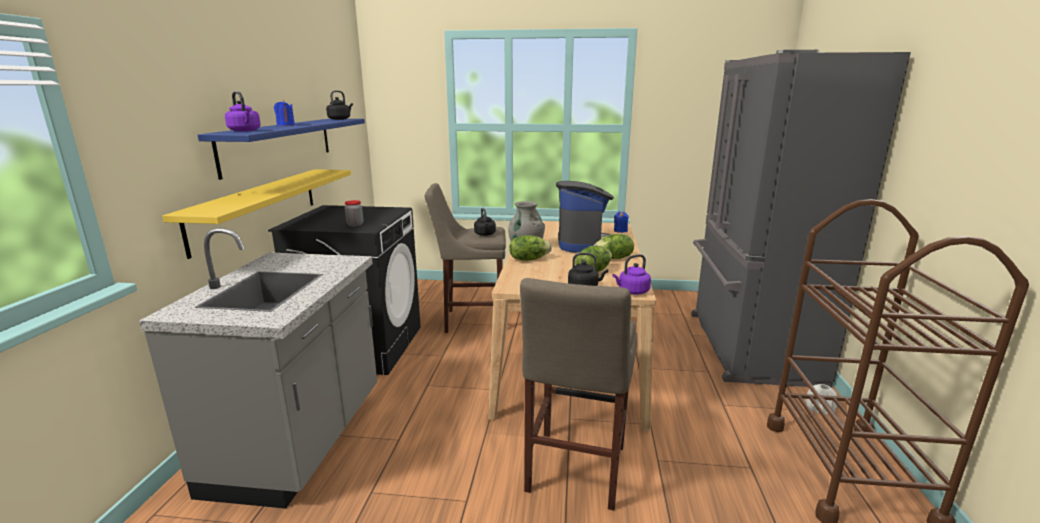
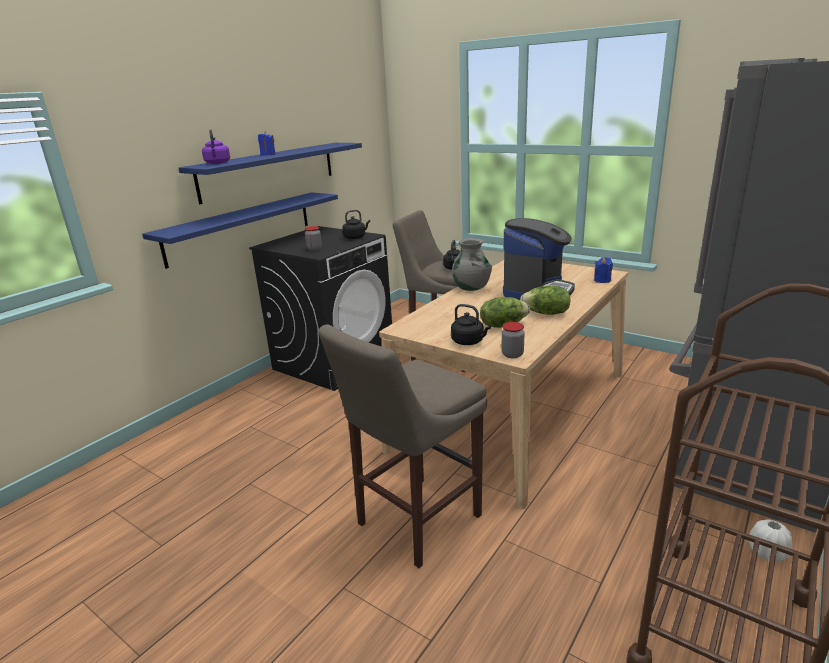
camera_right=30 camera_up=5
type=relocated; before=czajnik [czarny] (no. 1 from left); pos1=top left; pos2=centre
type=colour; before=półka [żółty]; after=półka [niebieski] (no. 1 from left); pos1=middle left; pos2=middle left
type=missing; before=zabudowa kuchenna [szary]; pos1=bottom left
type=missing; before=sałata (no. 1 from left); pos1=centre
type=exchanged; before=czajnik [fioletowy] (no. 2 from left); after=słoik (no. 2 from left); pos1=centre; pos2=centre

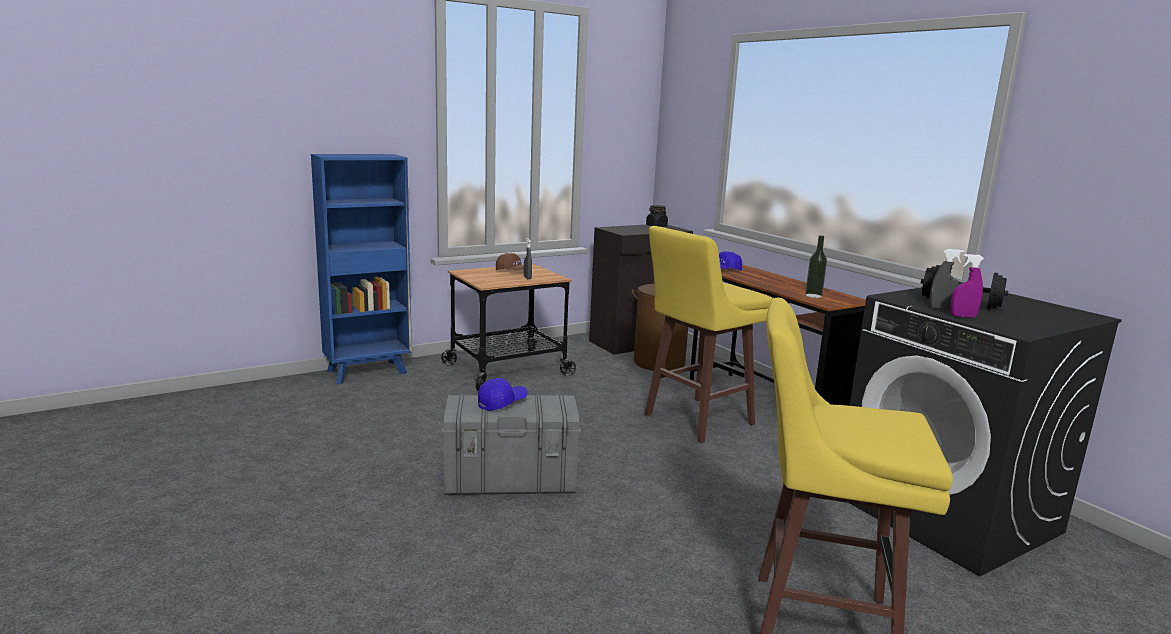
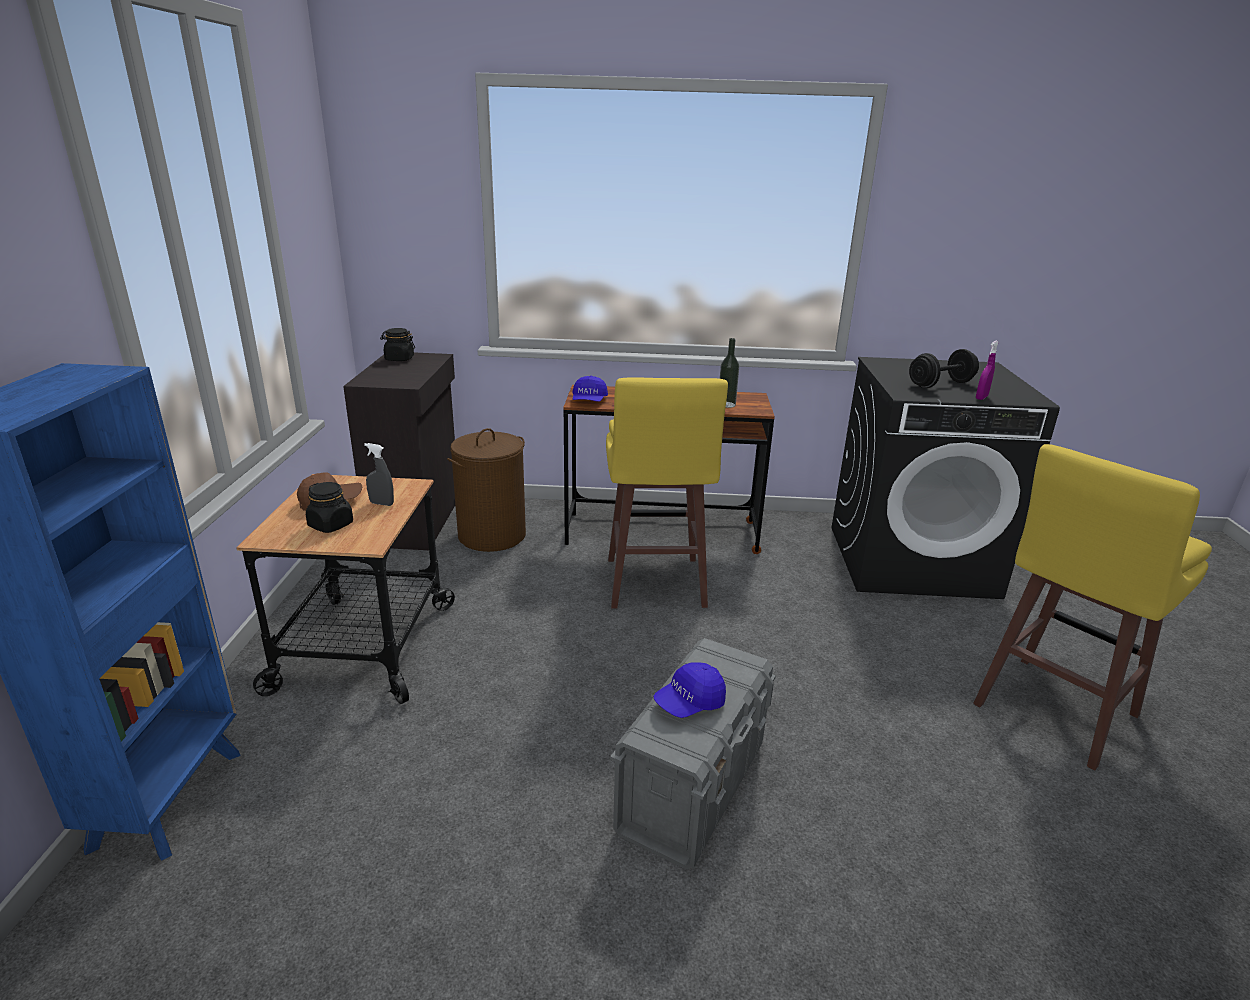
camera_right=-55 camera_up=10
type=missing; before=spryskiwacz [szary] (no. 2 from left); pos1=middle right
type=spun; before=czapka z daszkiem [niebieski] (no. 1 from left in the first image); pos1=centre; pos2=bottom centre; turn=-120
type=appeared; after=słoik [czarny] (no. 1 from left); pos2=middle left

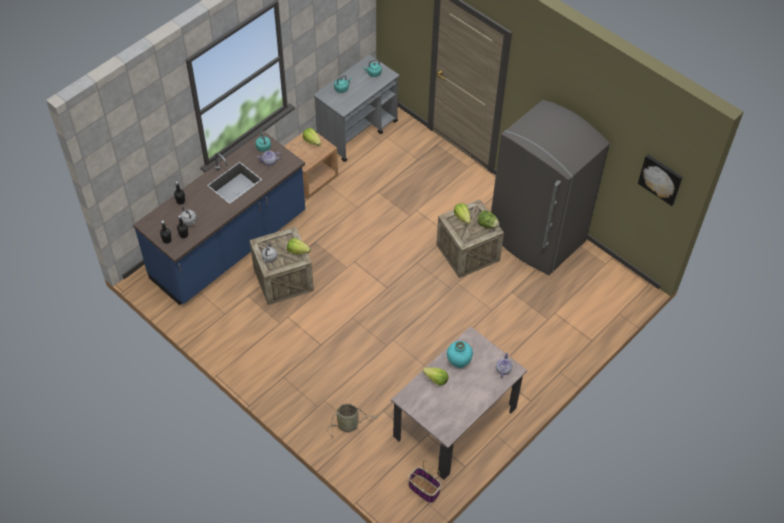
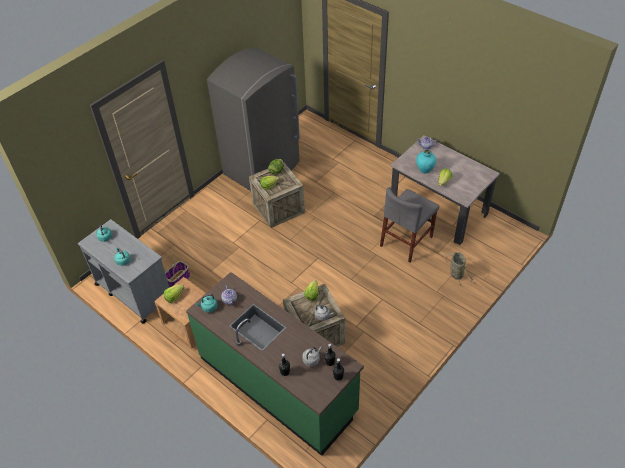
camera_right=-90 camera_up=-5
type=colour; before=zabudowa kuchenna [niebieski]; after=zabudowa kuchenna [zielony]; pos1=middle left; pos2=bottom centre
type=missing; before=obraz; pos1=middle right
type=relocated; before=koszyk (no. 2 from left in the first image); after=koszyk (no. 1 from left); pos1=bottom centre; pos2=middle left
type=appeared; after=krzesło [szary]; pos2=centre

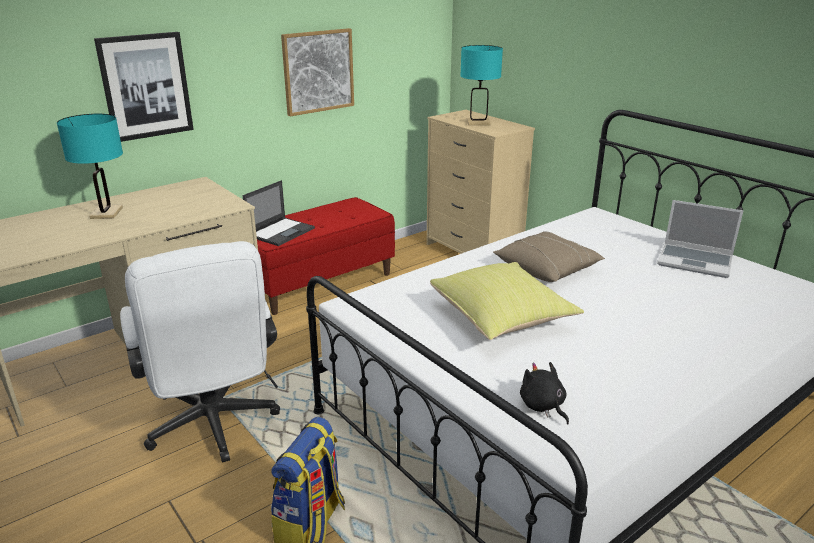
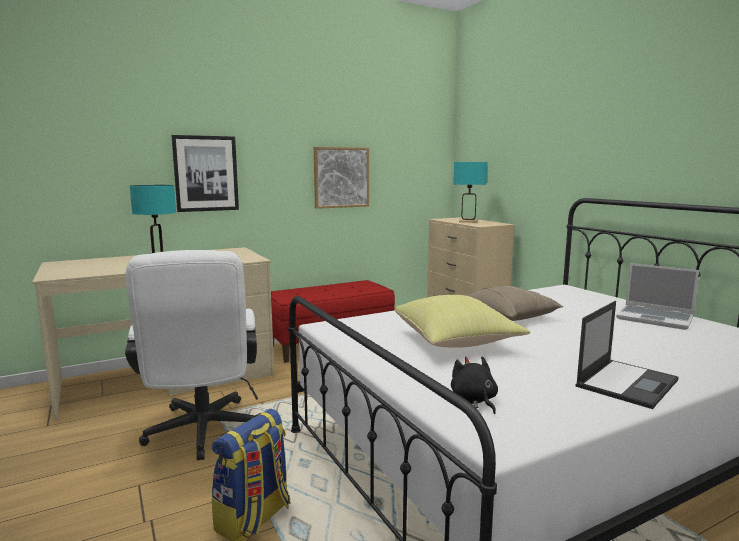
camera_right=10 camera_up=-15
type=relocated; before=laptop (no. 1 from left); pos1=centre; pos2=middle right

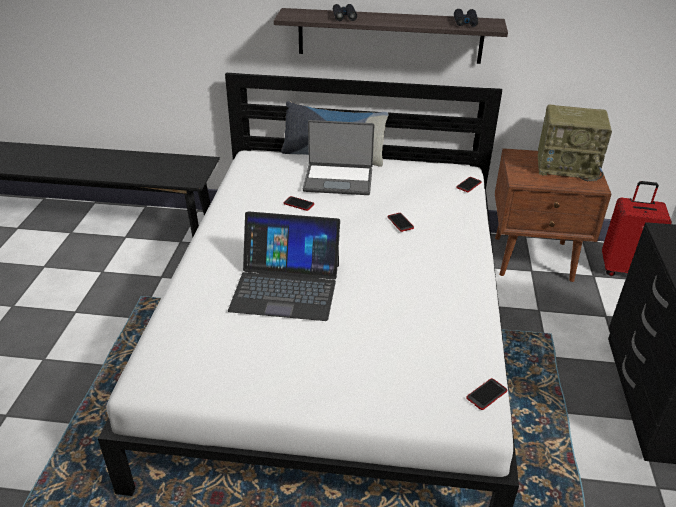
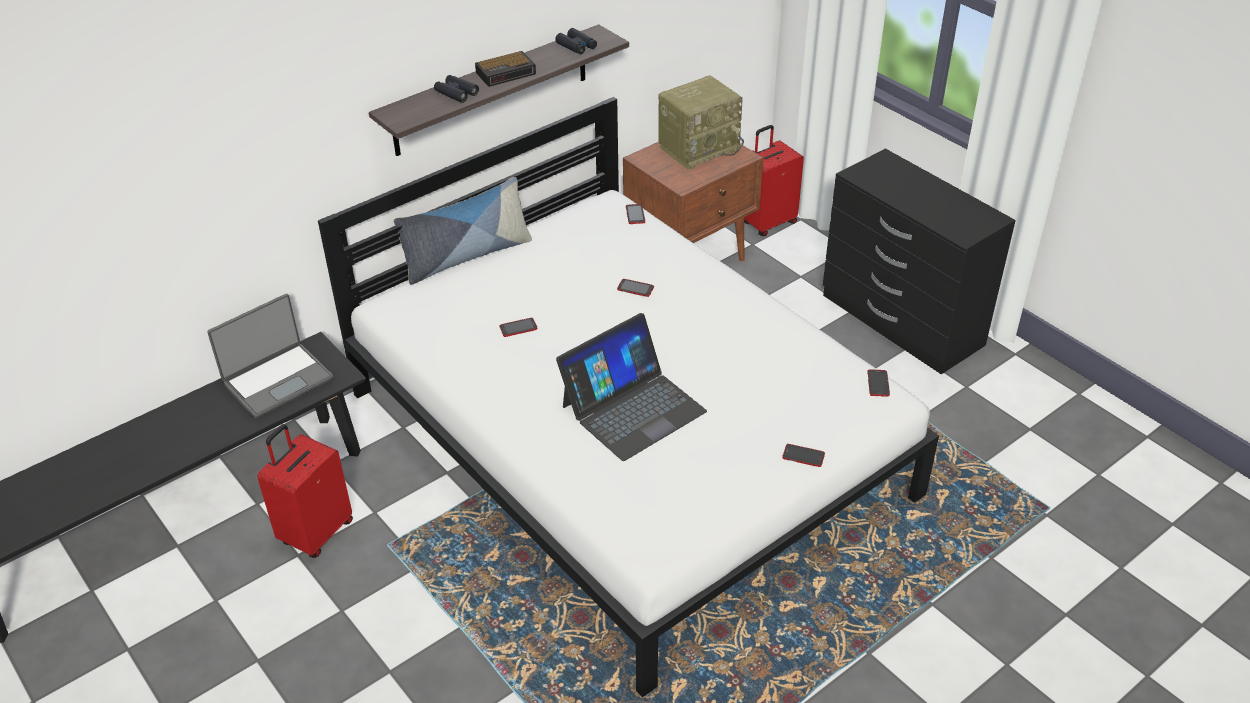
camera_right=-45 camera_up=5
type=relocated; before=laptop (no. 2 from left in the first image); after=laptop (no. 1 from left); pos1=top centre; pos2=middle left
type=appeared; after=budzik; pos2=top centre
type=appeared; after=walizka [czerwony] (no. 1 from left); pos2=bottom left
type=appeared; after=telefon (no. 4 from left); pos2=centre

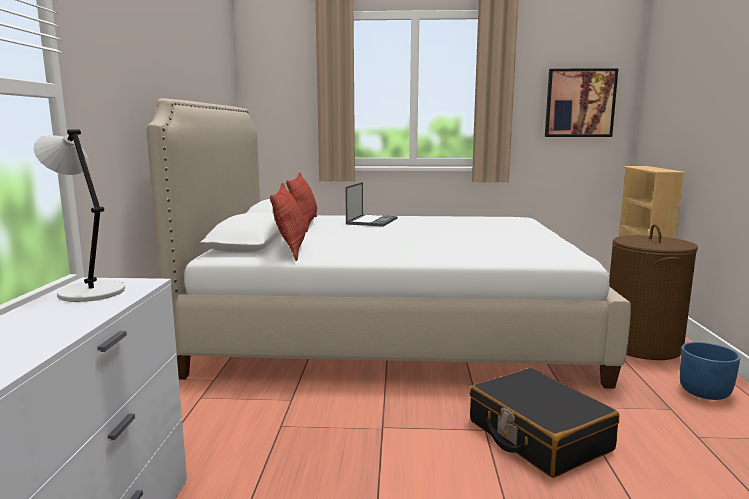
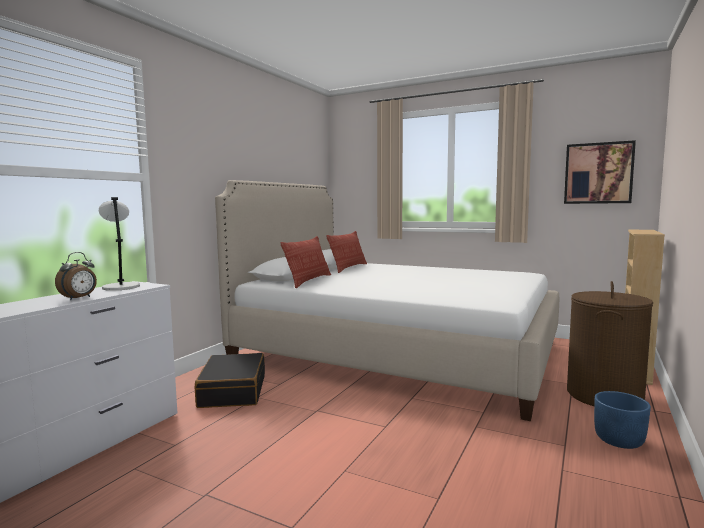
camera_right=25 camera_up=-5
type=missing; before=laptop; pos1=centre
type=relocated; before=walizka [czarny]; pos1=bottom right; pos2=bottom left
type=appeared; after=budzik; pos2=middle left

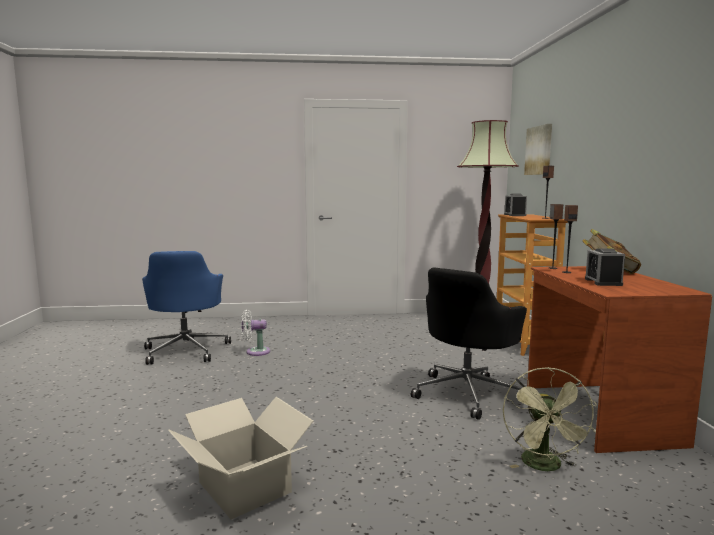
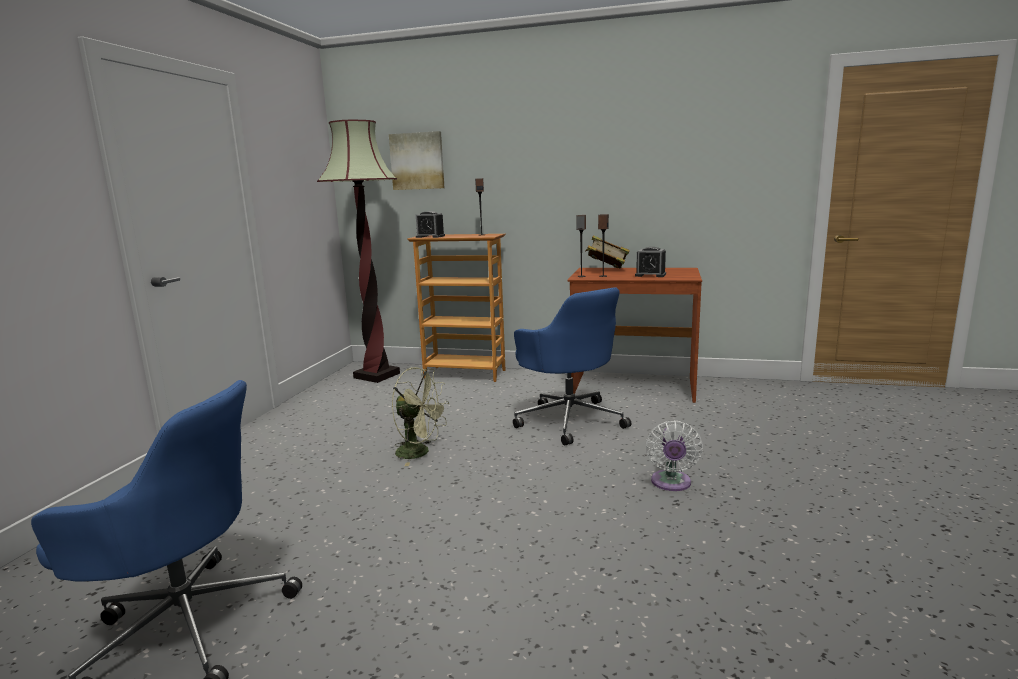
camera_right=-70 camera_up=5
type=colour; before=krzesło biurowe [czarny]; after=krzesło biurowe [niebieski] (no. 2 from left); pos1=centre; pos2=centre
type=relocated; before=wentylator [biały]; pos1=centre; pos2=bottom centre
type=relocated; before=wentylator [zielony]; pos1=bottom right; pos2=centre
type=missing; before=karton; pos1=bottom centre

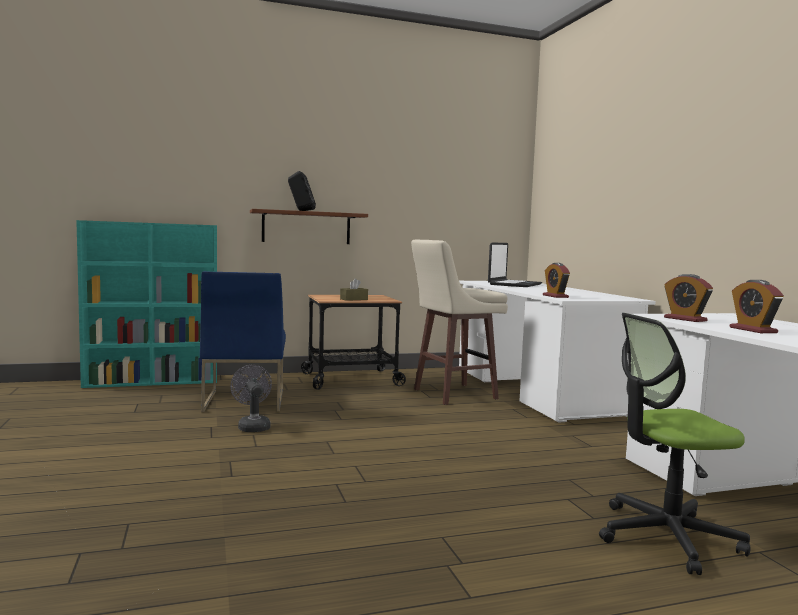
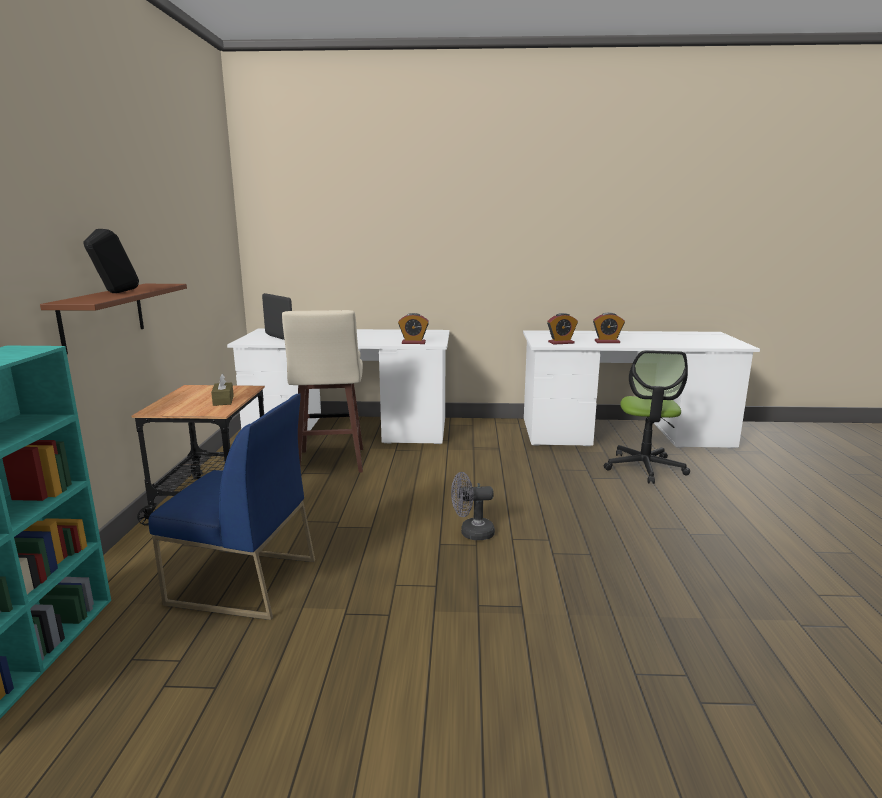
camera_right=-70 camera_up=10
type=relocated; before=wentylator [szary]; pos1=middle left; pos2=centre

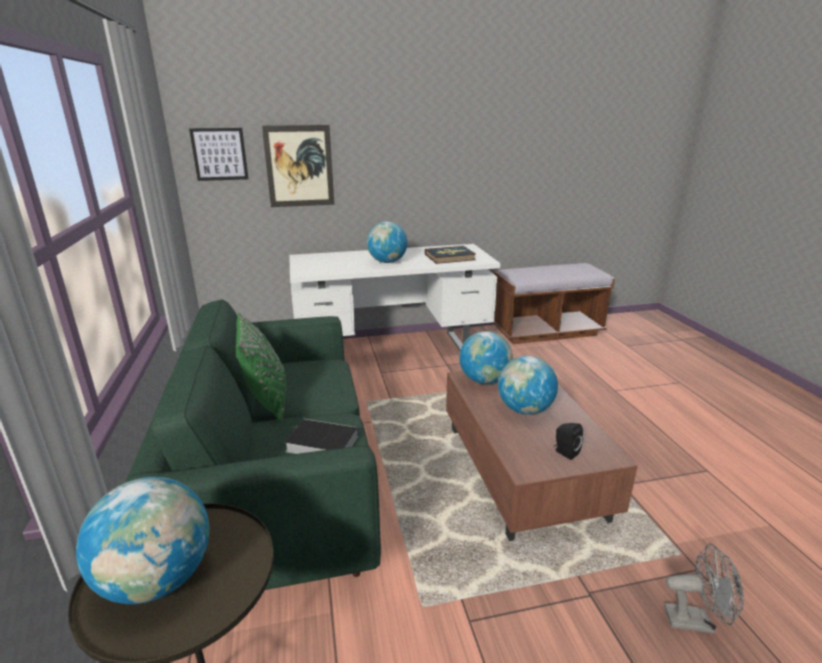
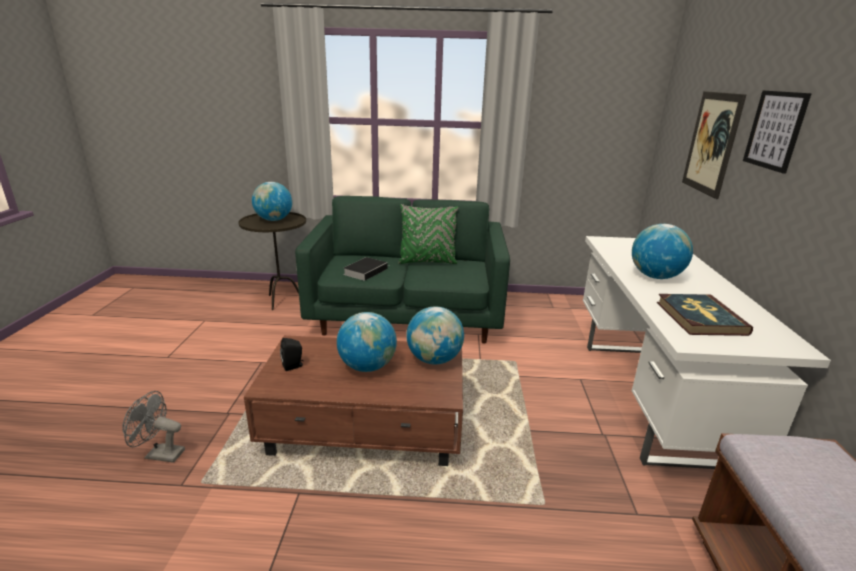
camera_right=105 camera_up=0
type=relocated; before=obraz (no. 1 from left in the first image); after=obraz (no. 2 from left); pos1=top left; pos2=top right
type=spun; before=wentylator [szary]; pos1=bottom right; pos2=bottom left; turn=75

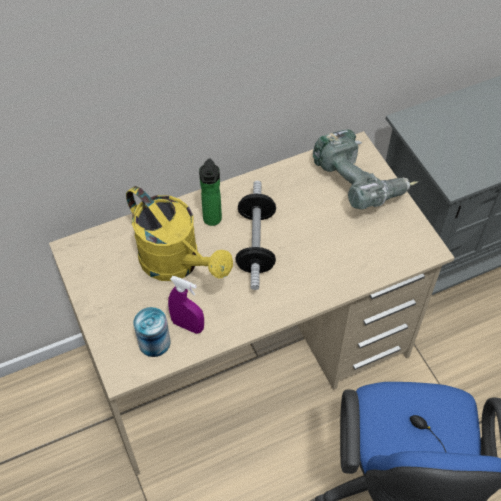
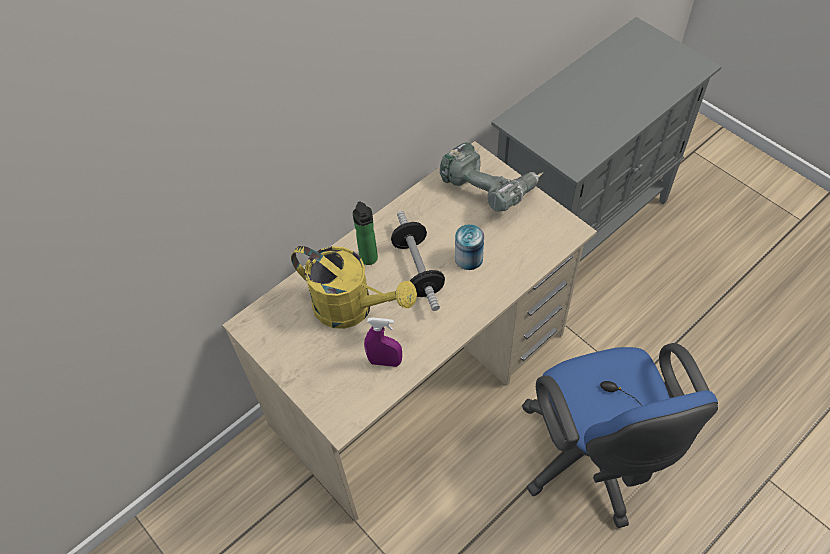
camera_right=-15 camera_up=0
type=relocated; before=puszka; pos1=middle left; pos2=centre

